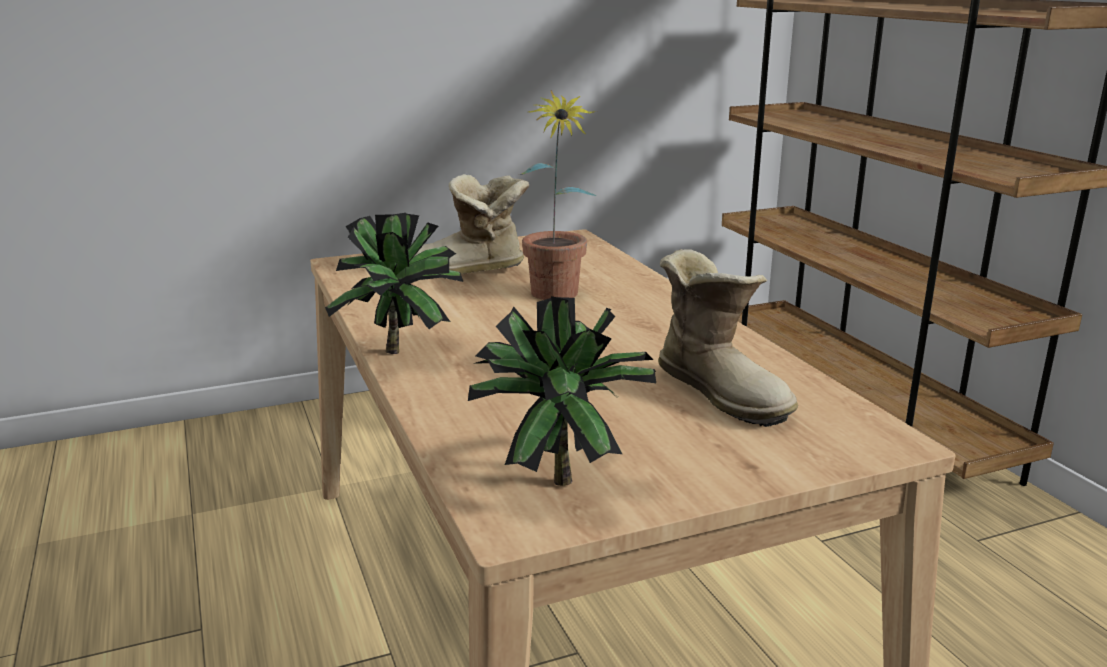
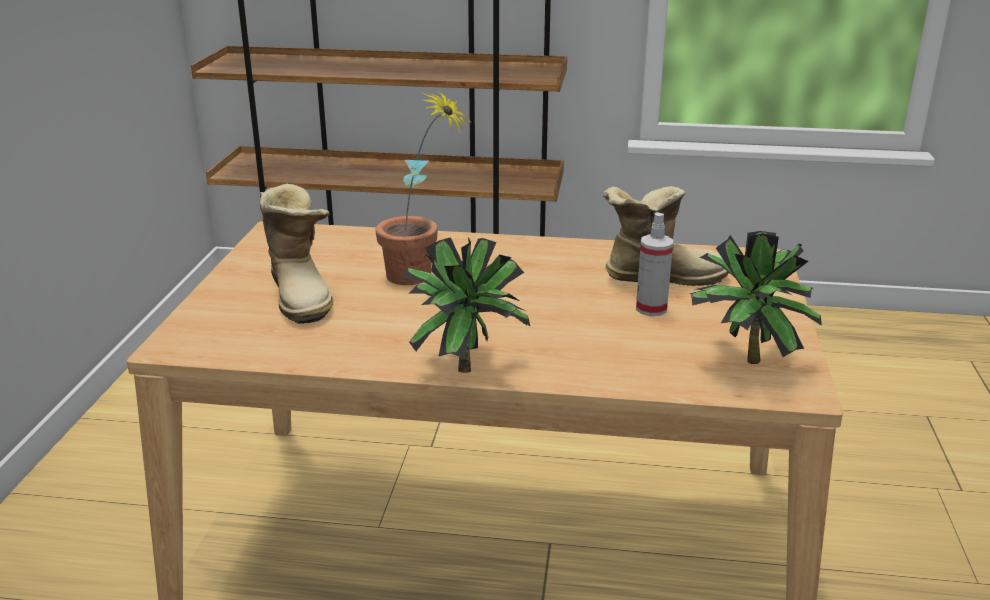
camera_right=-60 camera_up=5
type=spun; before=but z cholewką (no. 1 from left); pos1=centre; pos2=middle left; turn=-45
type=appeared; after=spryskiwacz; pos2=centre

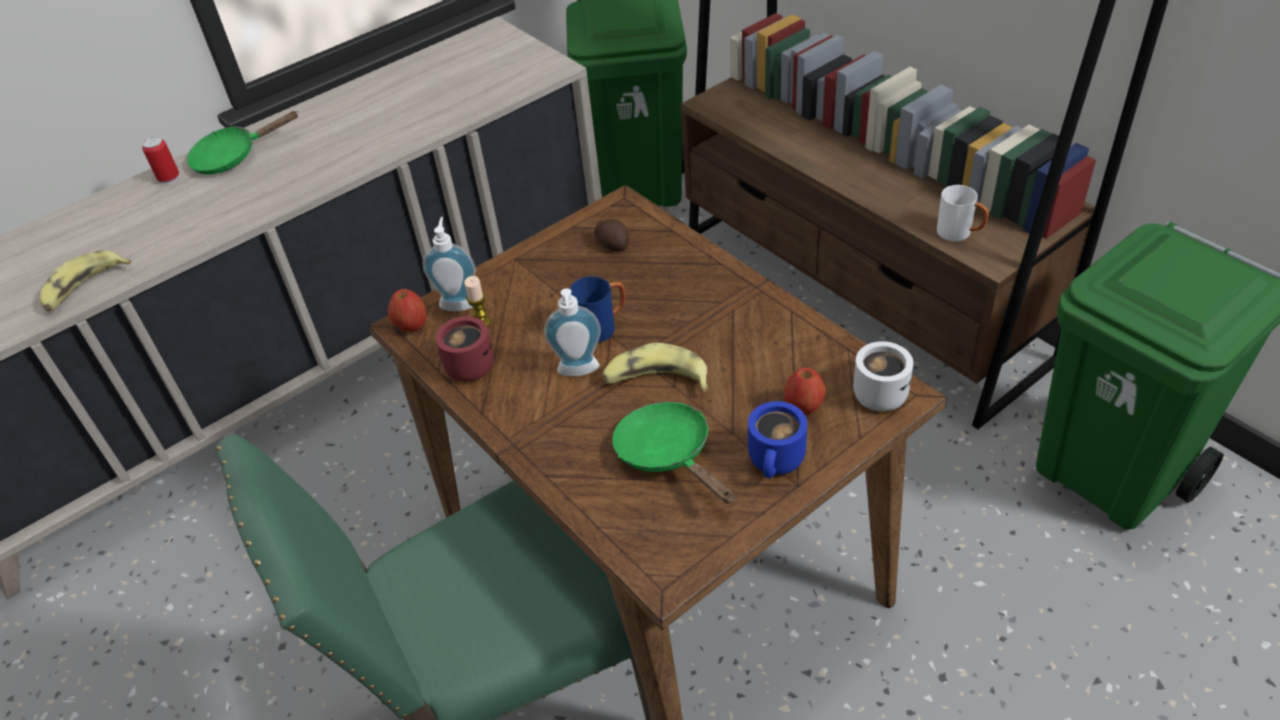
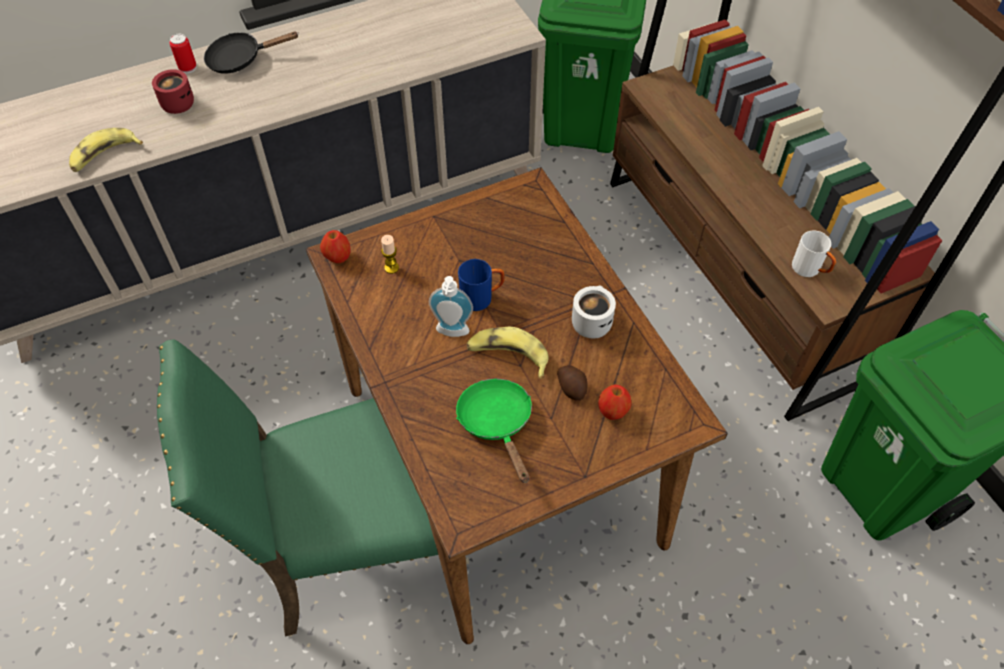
camera_right=10 camera_up=10
type=colour; before=patelnia [zielony] (no. 1 from left); after=patelnia [czarny]; pos1=top left; pos2=top left
type=missing; before=dozownik mydła (no. 1 from left); pos1=centre
type=relocated; before=ziemniak; pos1=top centre; pos2=centre
type=relocated; before=kubek [czerwony]; pos1=centre; pos2=top left
type=relocated; before=kubek [biały] (no. 1 from left); pos1=middle right; pos2=centre
type=missing; before=kubek [niebieski] (no. 2 from left); pos1=centre

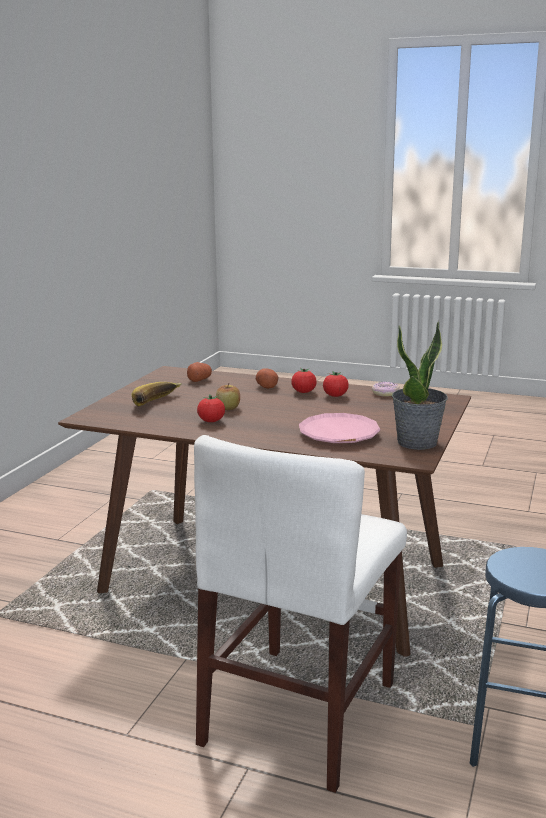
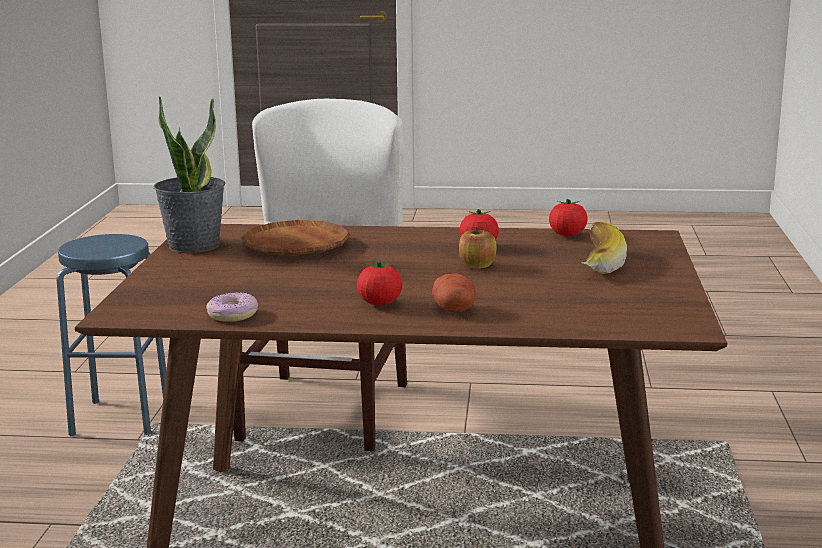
camera_right=165 camera_up=0
type=missing; before=ziemniak (no. 1 from left); pos1=centre
type=relocated; before=pomidor (no. 3 from left); pos1=centre; pos2=middle right
type=colour; before=talerz [różowy]; after=talerz [brązowy]; pos1=centre; pos2=centre

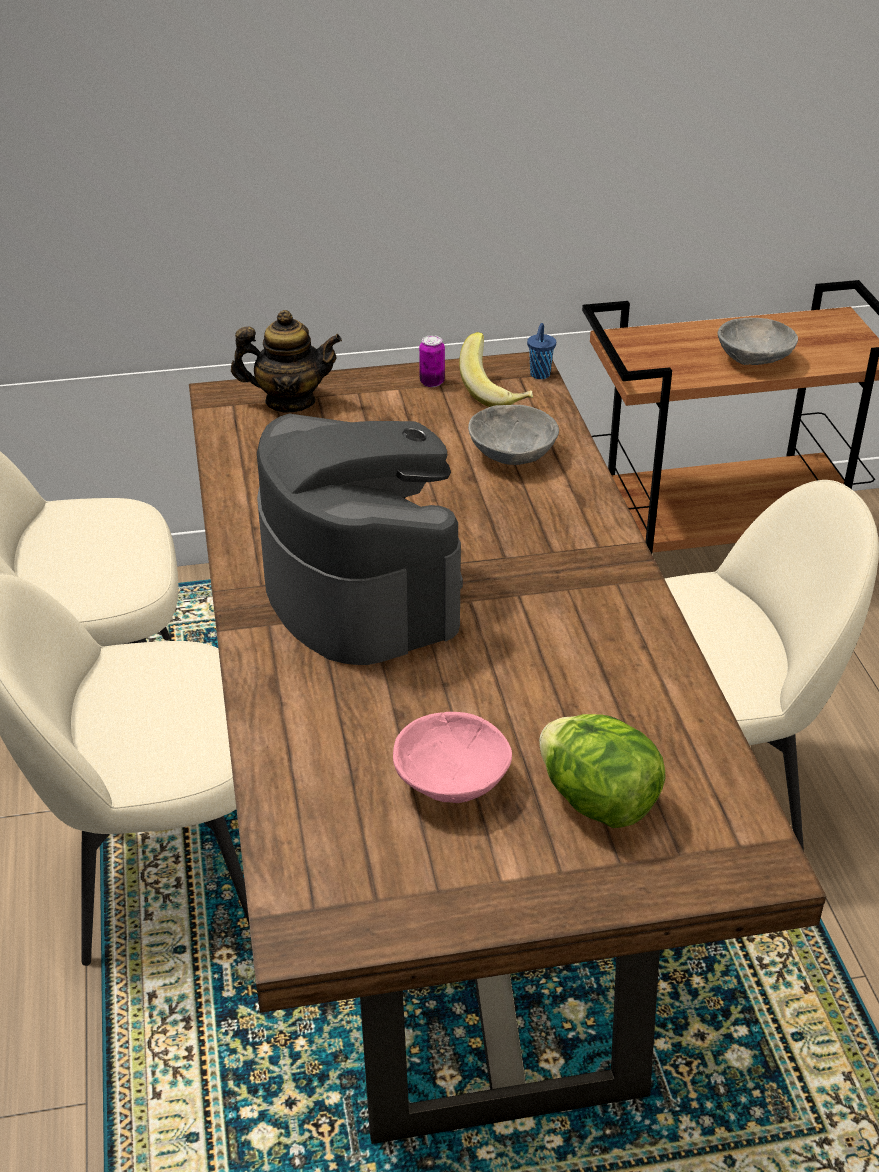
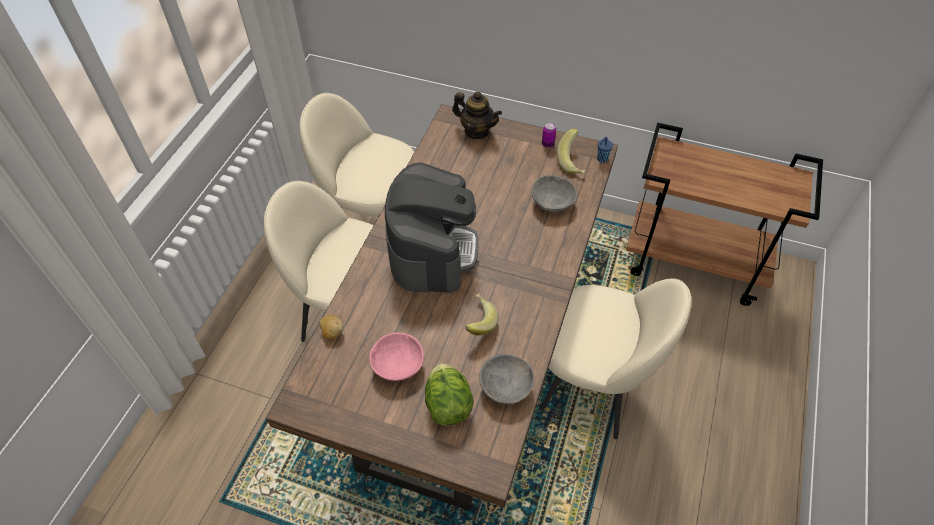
camera_right=30 camera_up=15
type=relocated; before=miska [szary] (no. 2 from left in the first image); after=miska [szary] (no. 1 from left); pos1=top right; pos2=bottom centre
type=appeared; after=banan (no. 1 from left); pos2=centre
type=appeared; after=ziemniak; pos2=centre

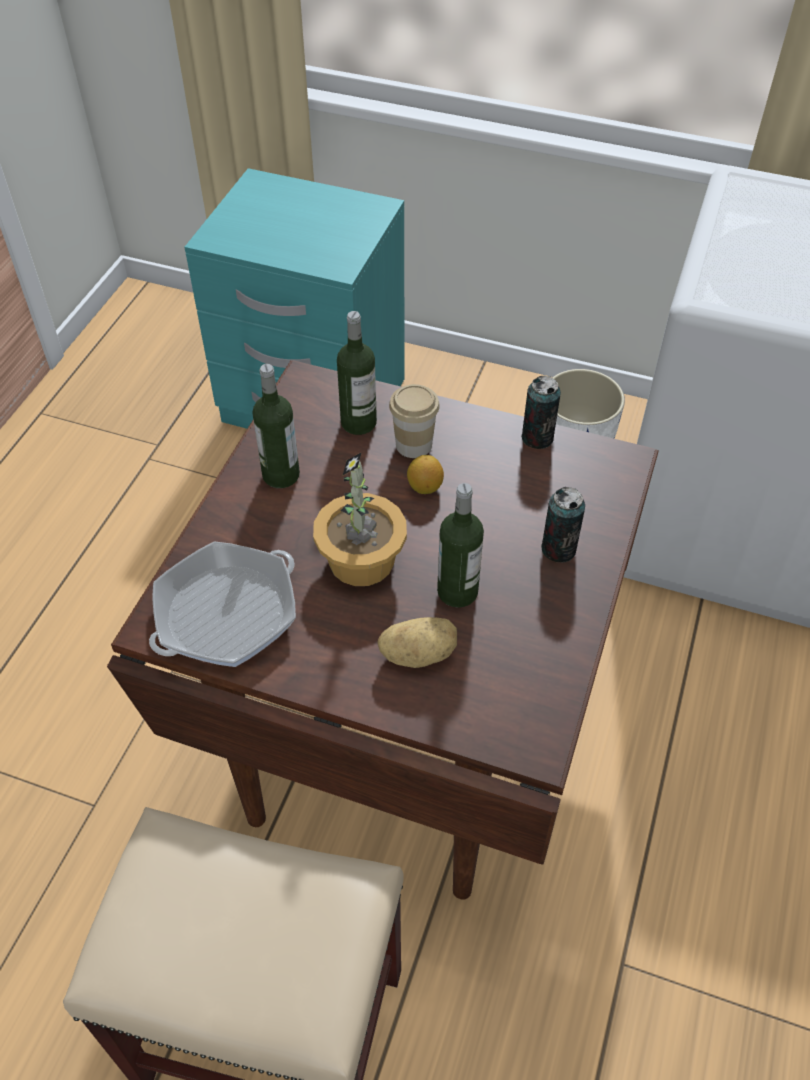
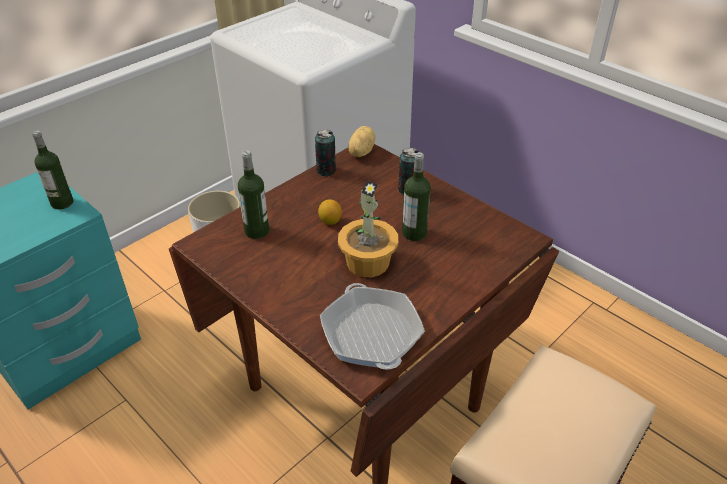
camera_right=-65 camera_up=-10
type=relocated; before=butelka (no. 1 from left); pos1=centre; pos2=middle left
type=missing; before=filiżanka; pos1=centre
type=relocated; before=ziemniak; pos1=centre; pos2=top centre

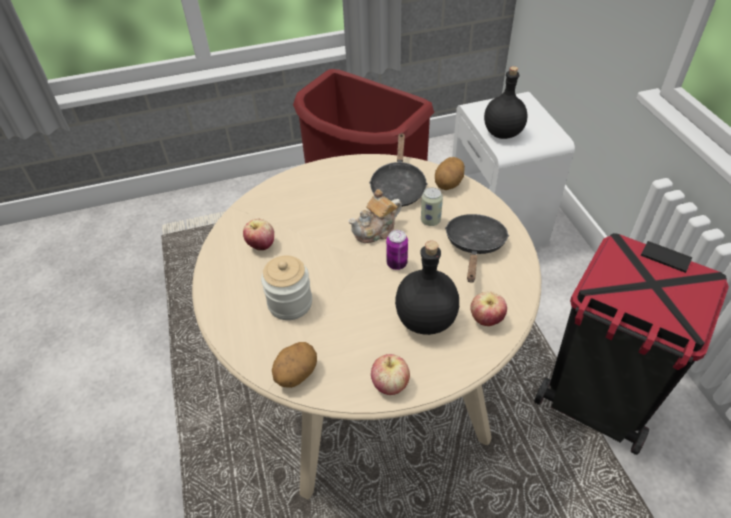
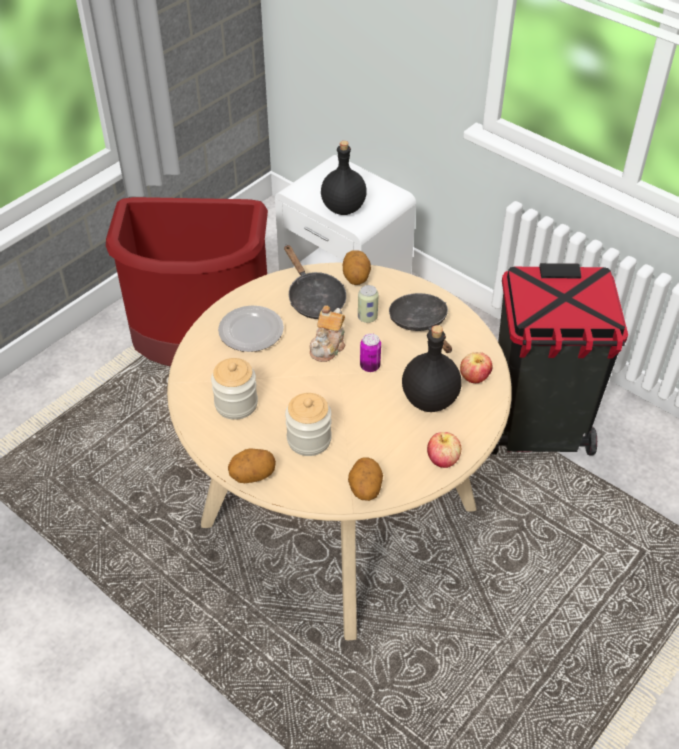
camera_right=-35 camera_up=0
type=exchanged; before=jabłko (no. 1 from left); after=słoik (no. 1 from left); pos1=centre; pos2=centre
type=appeared; after=talerz; pos2=centre
type=appeared; after=ziemniak (no. 1 from left); pos2=centre

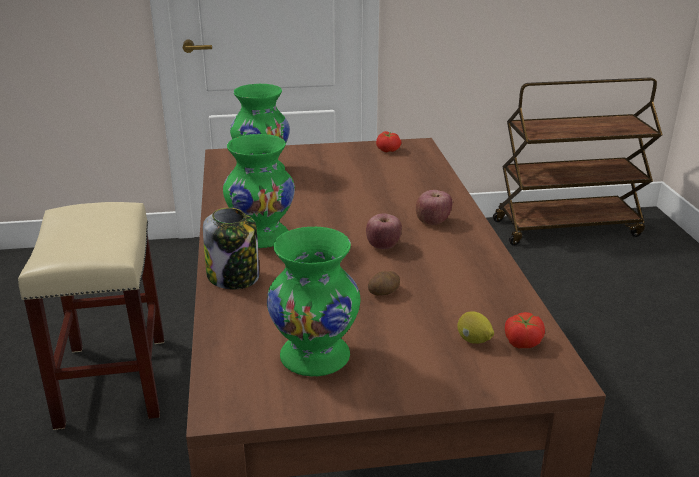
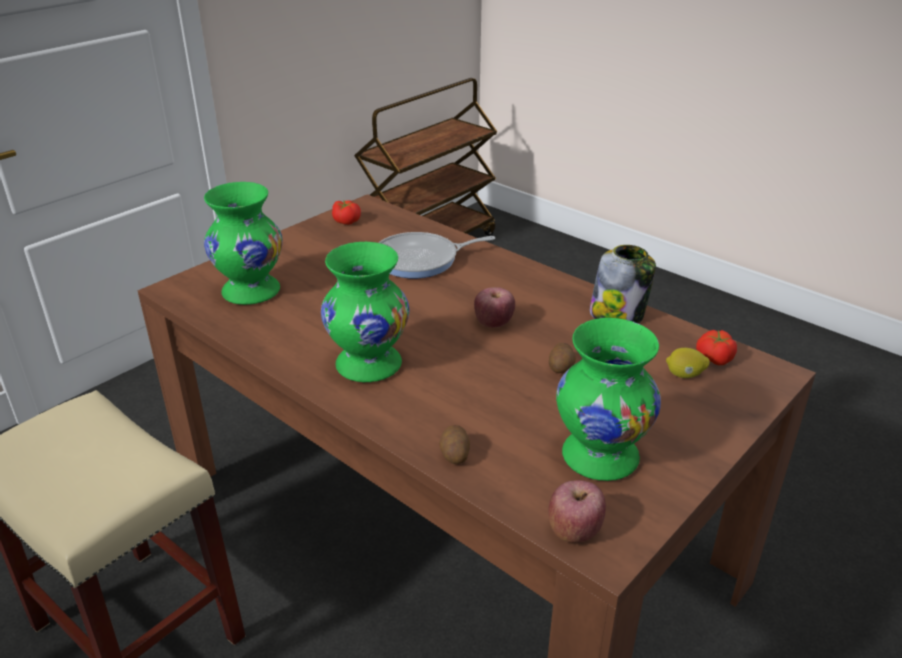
camera_right=-40 camera_up=5
type=relocated; before=jabłko (no. 2 from left); pos1=centre; pos2=bottom centre
type=relocated; before=słoik; pos1=middle left; pos2=middle right
type=appeared; after=patelnia; pos2=centre
type=appeared; after=ziemniak (no. 1 from left); pos2=bottom centre

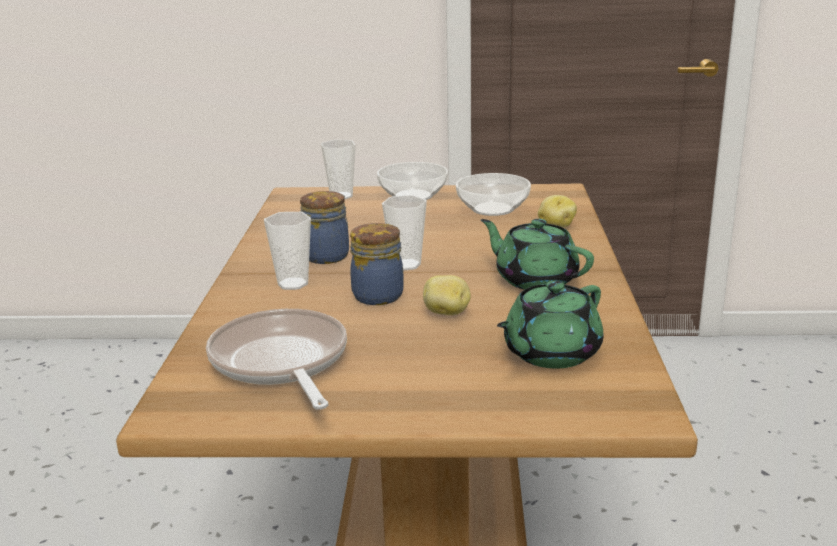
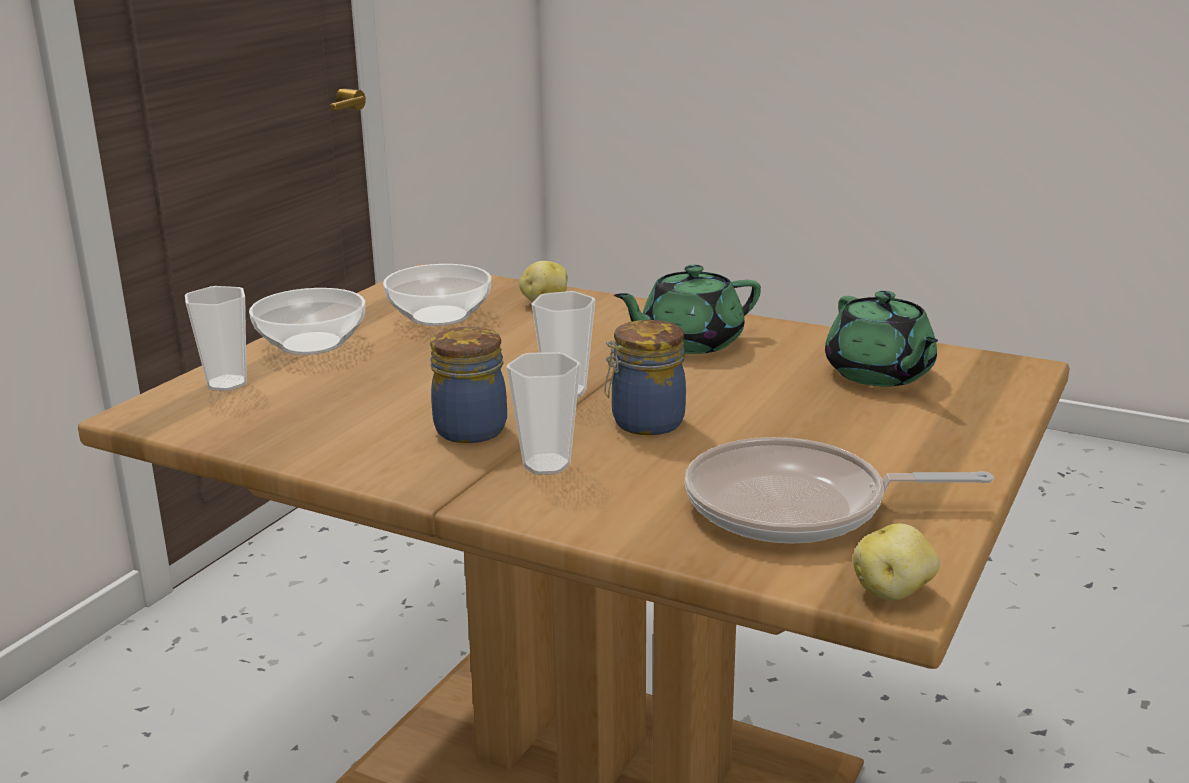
camera_right=-65 camera_up=0
type=relocated; before=ziemniak (no. 1 from left in the first image); after=ziemniak (no. 2 from left); pos1=centre; pos2=bottom right

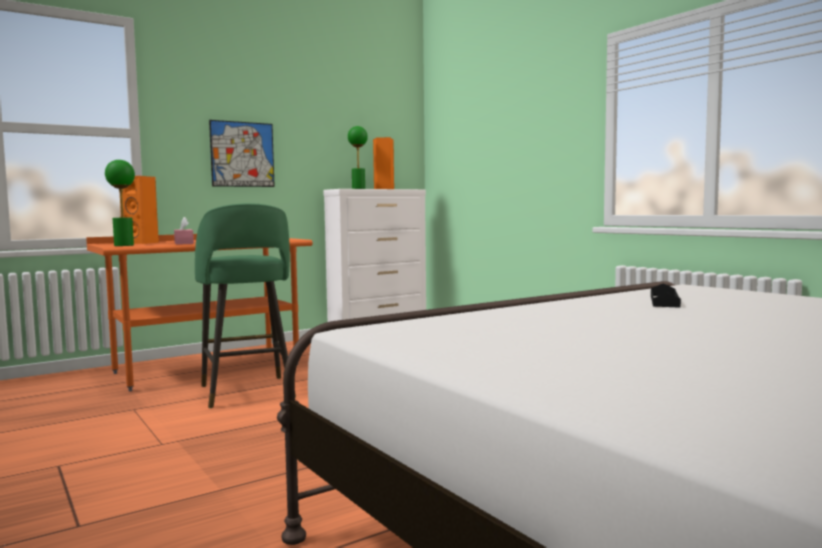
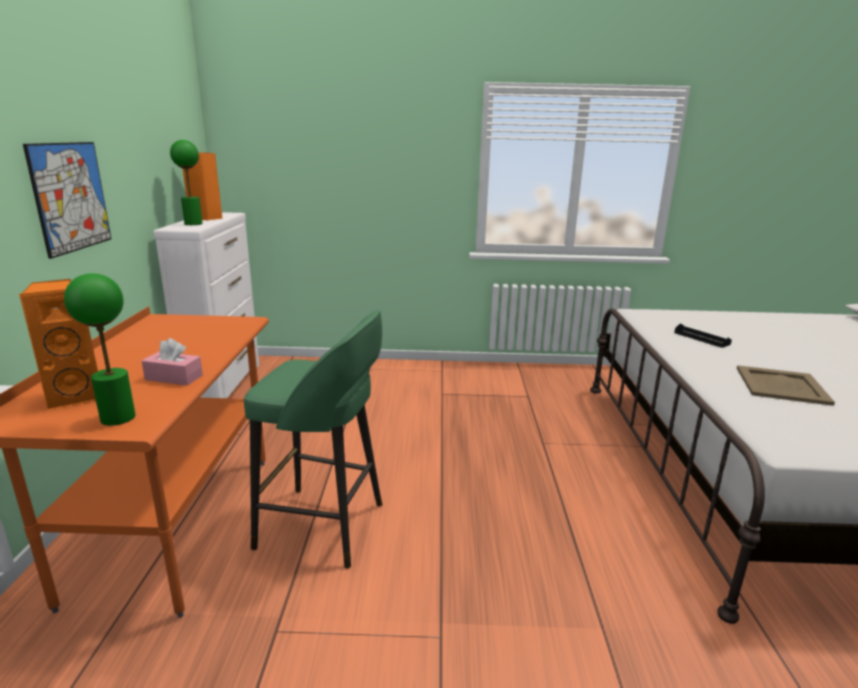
camera_right=-55 camera_up=15
type=appeared; after=taca [beżowy]; pos2=middle right

